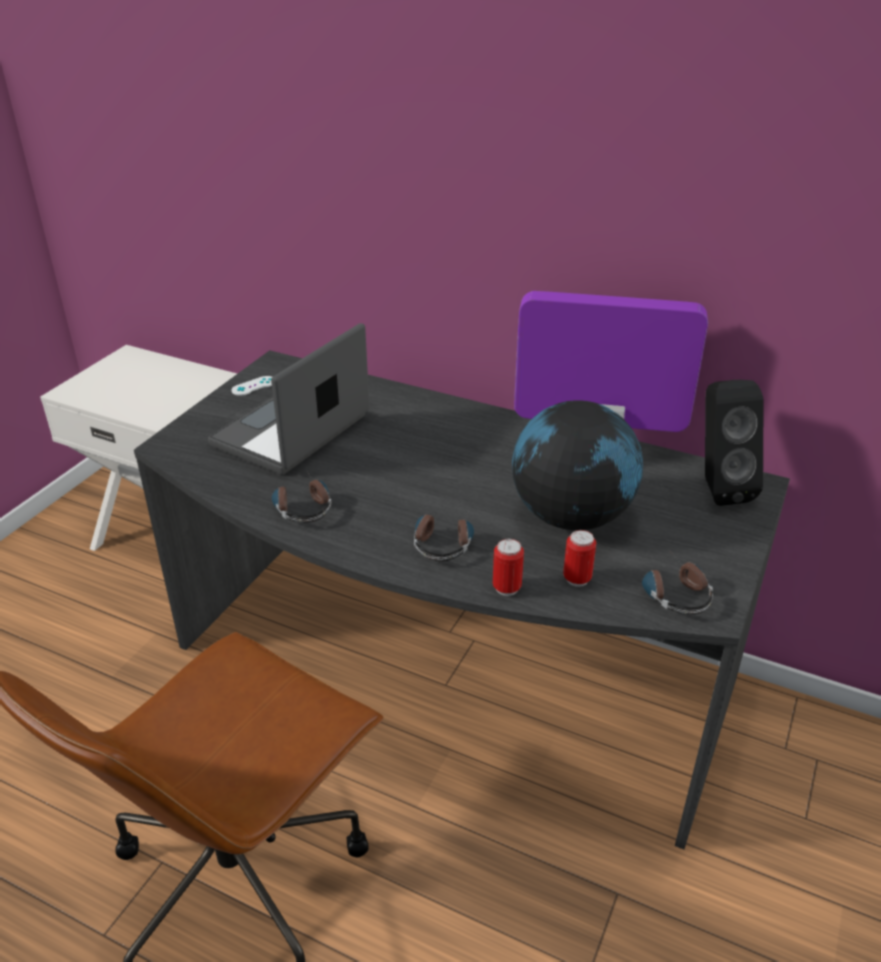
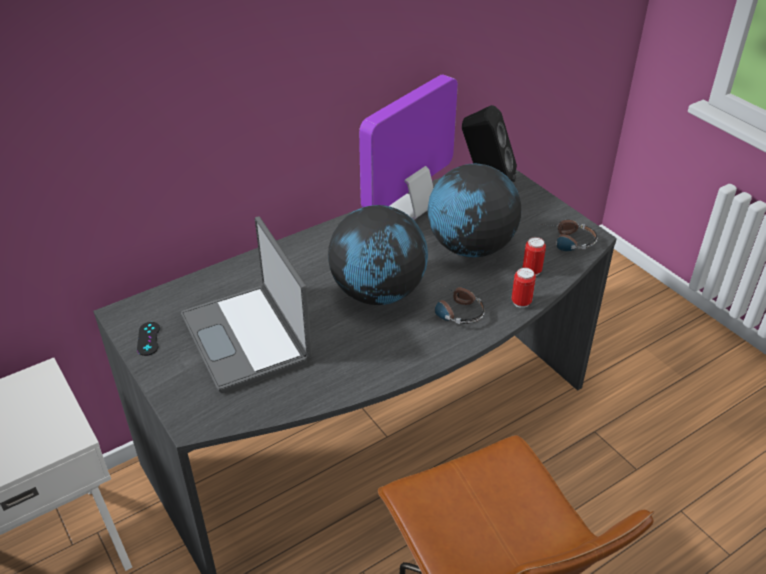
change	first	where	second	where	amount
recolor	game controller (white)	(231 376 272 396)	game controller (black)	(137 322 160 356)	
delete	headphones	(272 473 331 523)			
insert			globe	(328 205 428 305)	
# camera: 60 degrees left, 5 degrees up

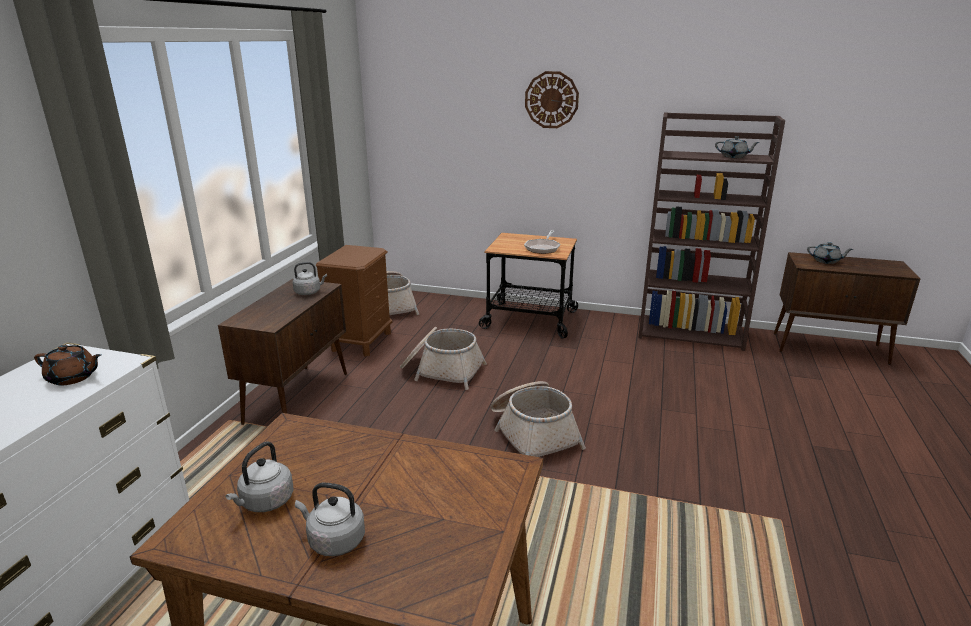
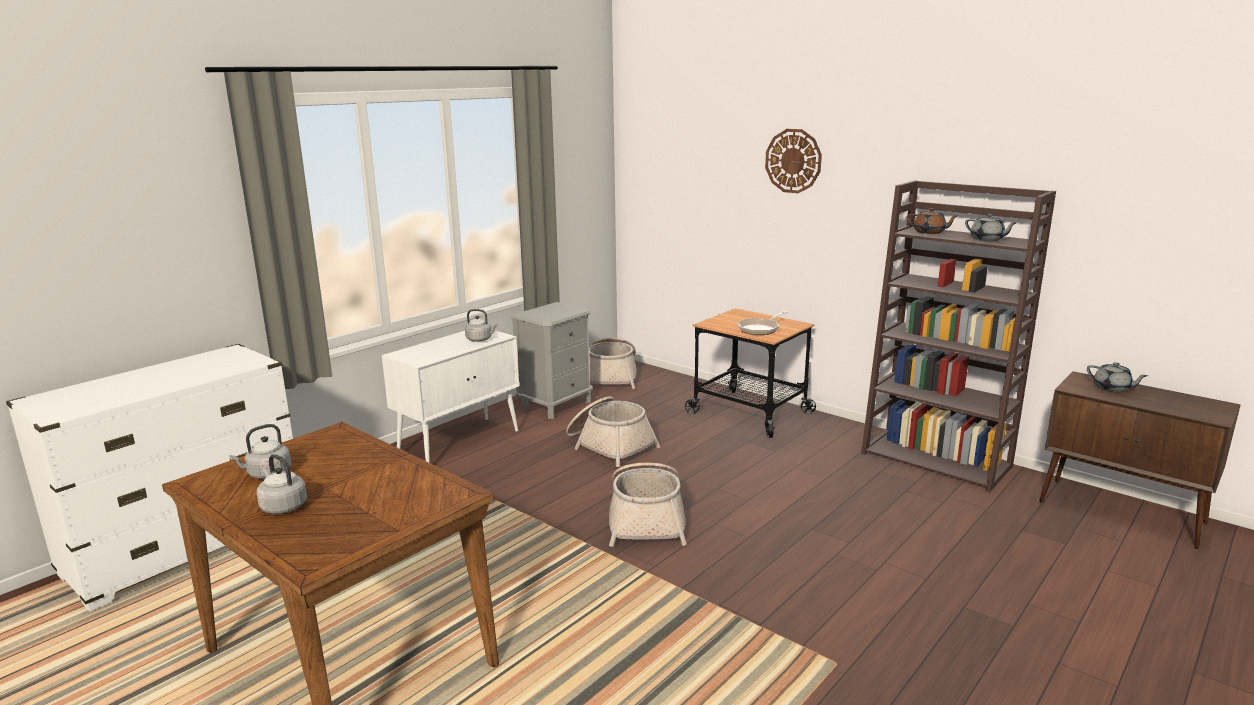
change	first	where	second	where	amount
recolor	nightstand (brown)	(316 245 392 357)	nightstand (grey)	(511 302 593 419)	
recolor	cabinet (brown)	(218 279 347 425)	cabinet (white)	(382 329 519 463)	
move	teapot (brown)	(34 345 101 385)		(907 208 959 234)	
# camera: 25 degrees right, 5 degrees down

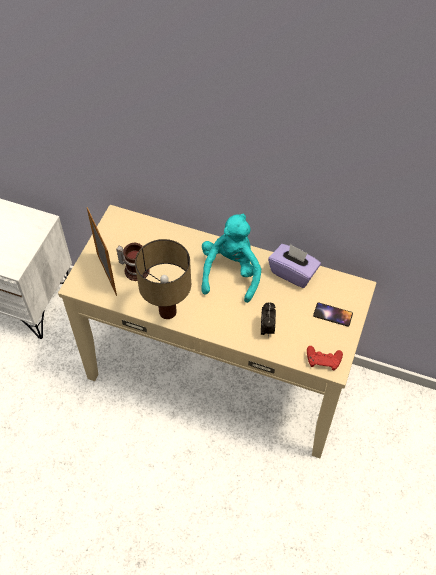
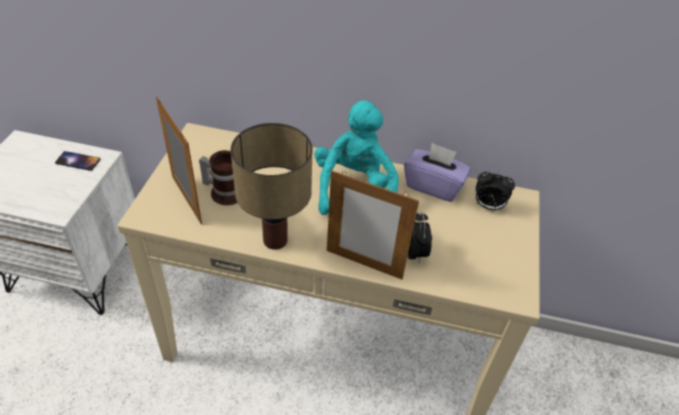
change	first	where	second	where	amount
move	phone	(313 302 353 327)		(55 151 101 171)	
delete	game controller (red)	(307 346 343 370)			
insert			alarm clock	(476 170 515 211)	
insert			picture frame	(327 171 419 279)	
# camera: 10 degrees left, 10 degrees down

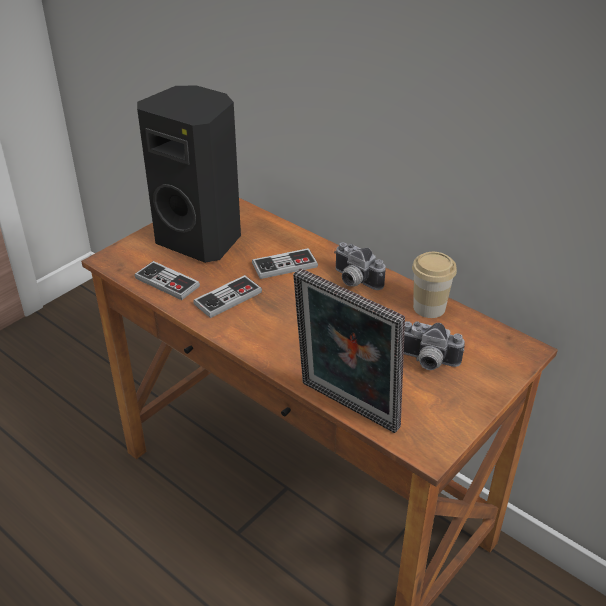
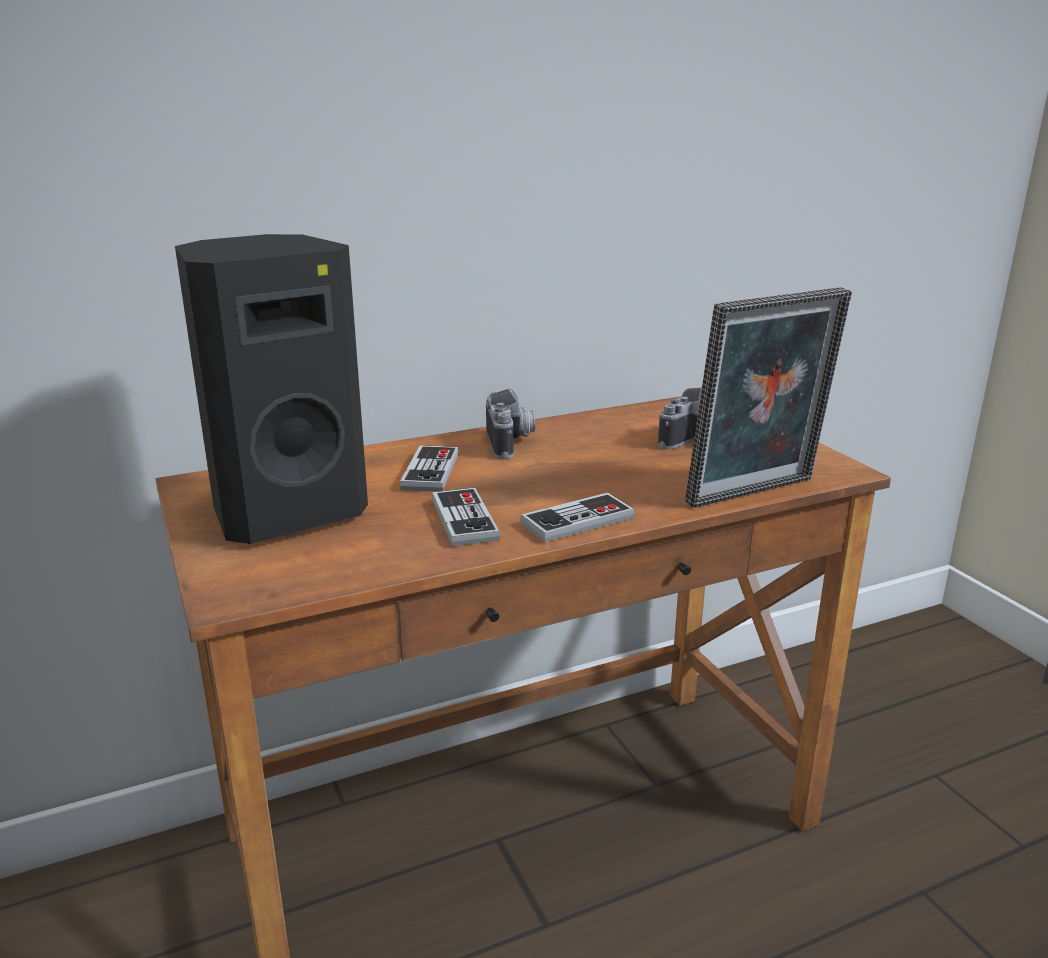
change	first	where	second	where	amount
rotate	photo camera	(334 242 386 290)		(486 388 536 459)	75 degrees counterclockwise
delete	cup	(412 252 457 318)			
move	game controller	(135 261 200 300)		(520 493 635 543)	
# camera: 65 degrees left, 15 degrees down

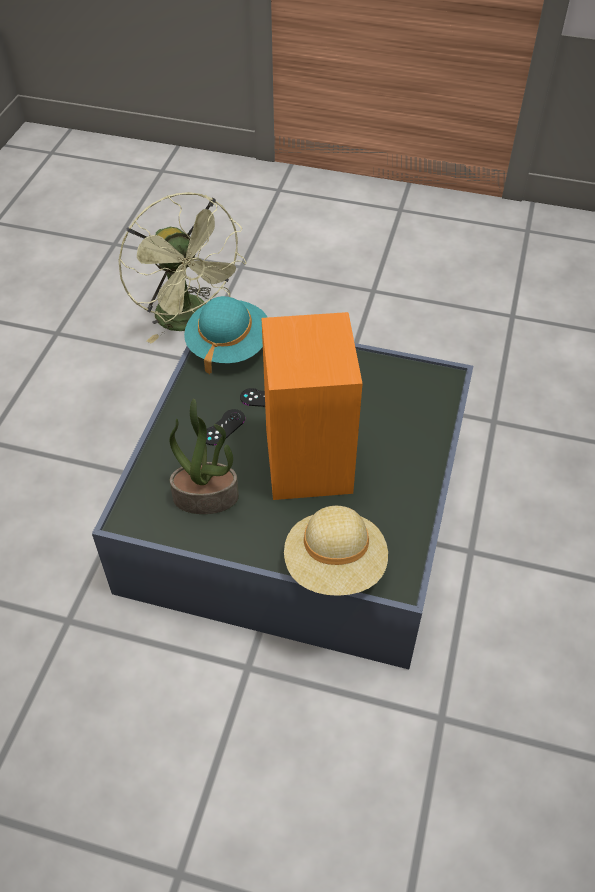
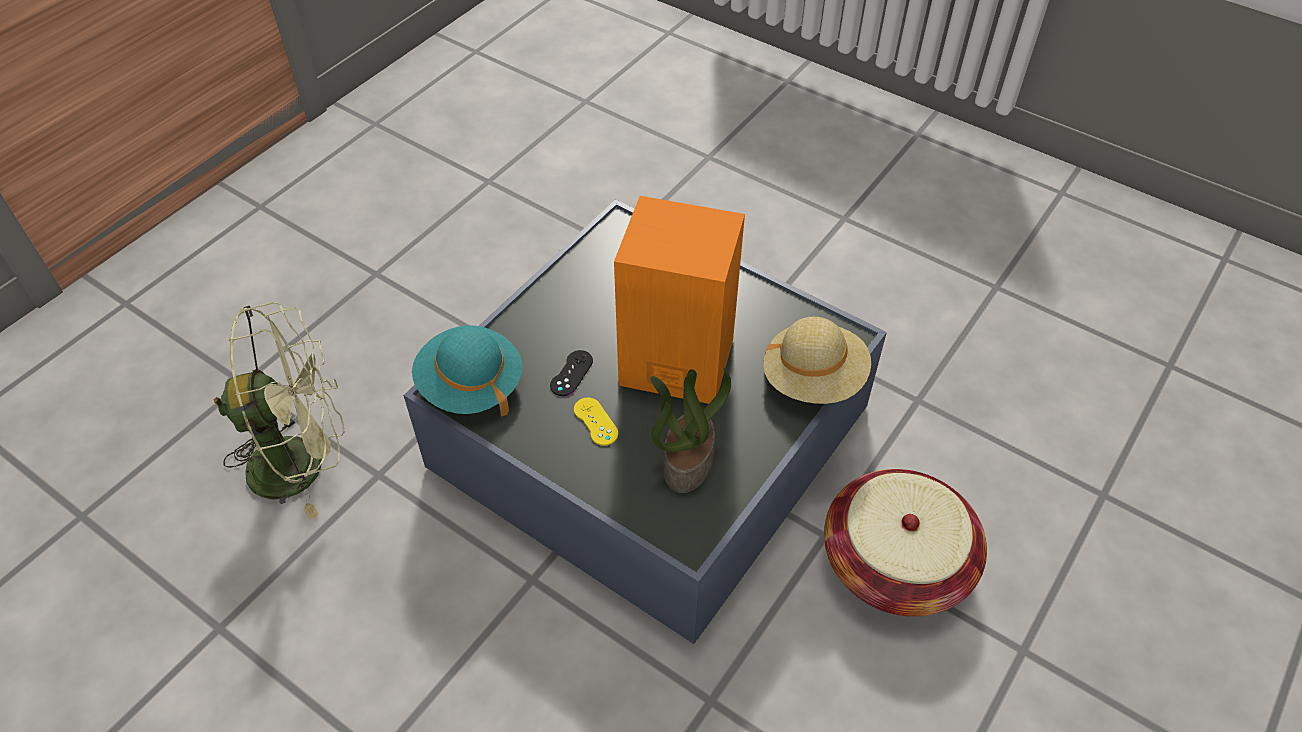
change	first	where	second	where	amount
recolor	game controller (black)	(206 409 245 445)	game controller (yellow)	(574 397 619 446)	
insert			basket	(824 469 987 617)	
# camera: 70 degrees left, 0 degrees up

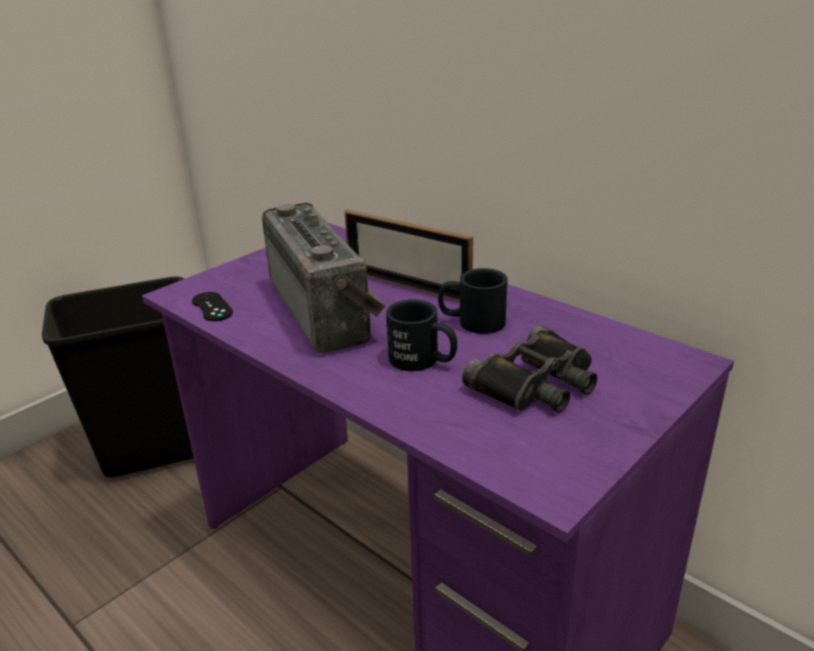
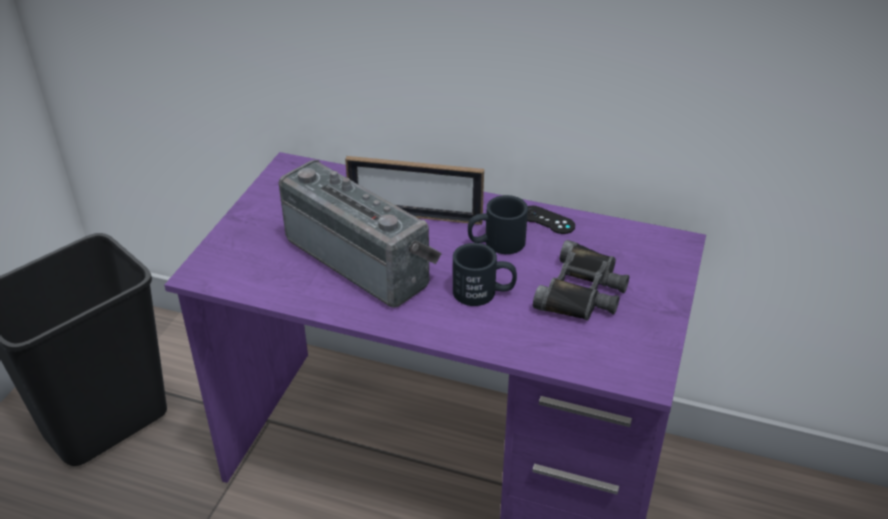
change	first	where	second	where	amount
move	game controller (black)	(192 292 233 321)		(527 206 575 234)	
# camera: 25 degrees left, 10 degrees up

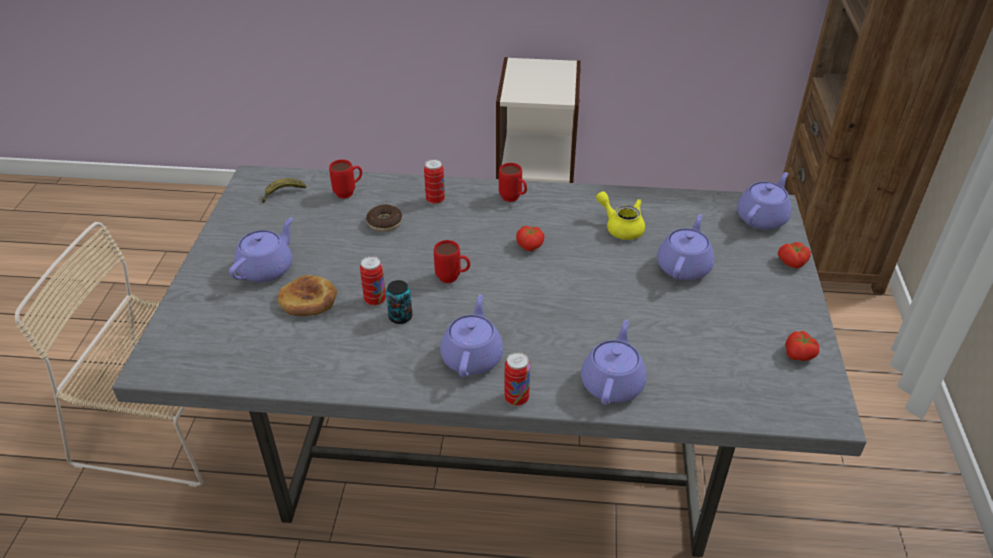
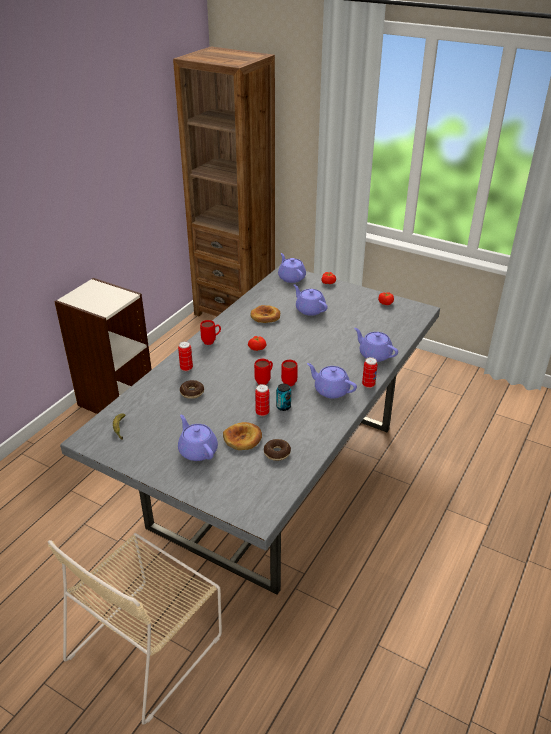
change	first	where	second	where	amount
move	mug (red)	(329 159 362 199)		(281 360 298 386)	
replace	teapot (yellow)	(596 191 645 240)	bread	(250 305 280 323)	
insert			donut	(264 439 291 461)	
# camera: 65 degrees left, 5 degrees down

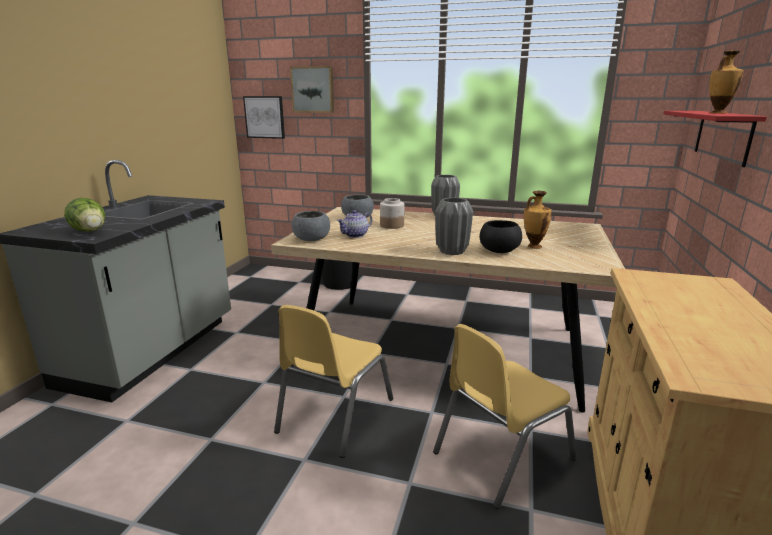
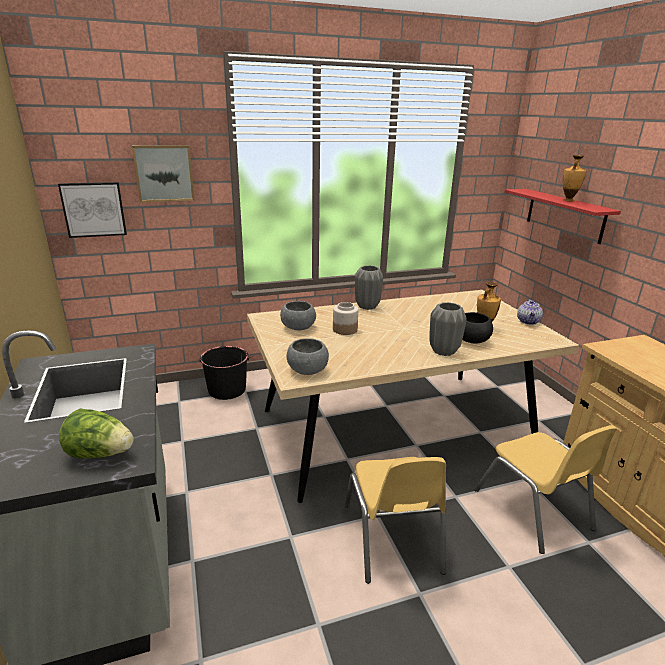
change	first	where	second	where	amount
move	teapot	(337 210 372 238)		(517 299 543 325)	
rotate	chair (yellow)	(433 324 577 509)		(474 425 617 554)	45 degrees counterclockwise
# camera: 35 degrees left, 5 degrees up

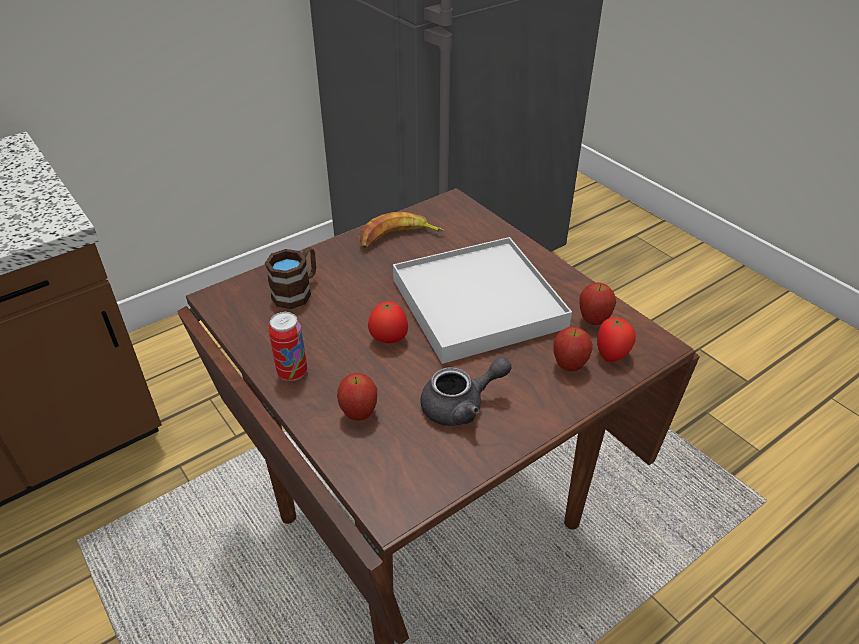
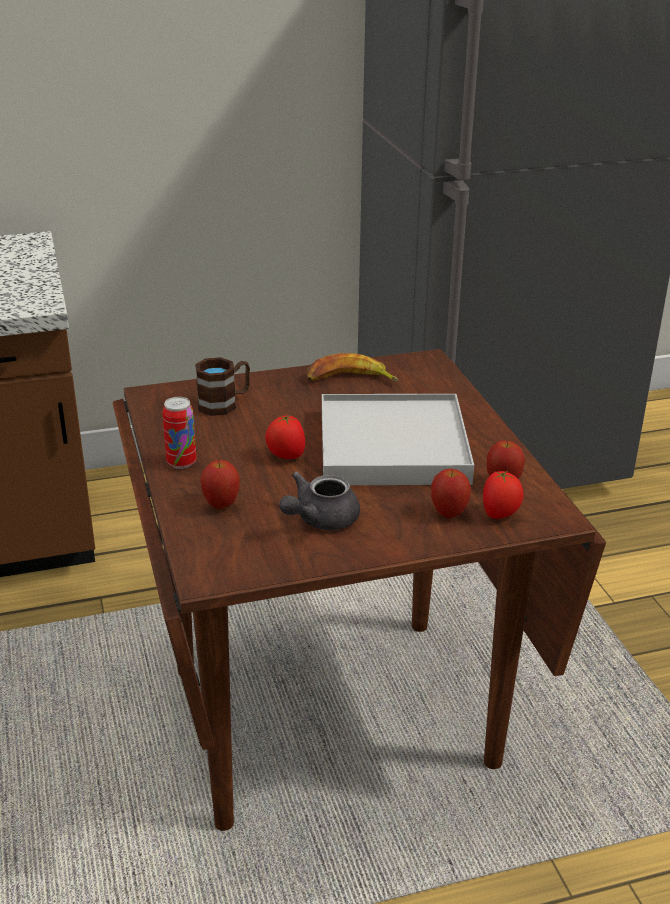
change	first	where	second	where	amount
rotate	teapot (grey)	(421 357 512 426)		(279 472 360 530)	135 degrees clockwise
# camera: 20 degrees right, 10 degrees down

